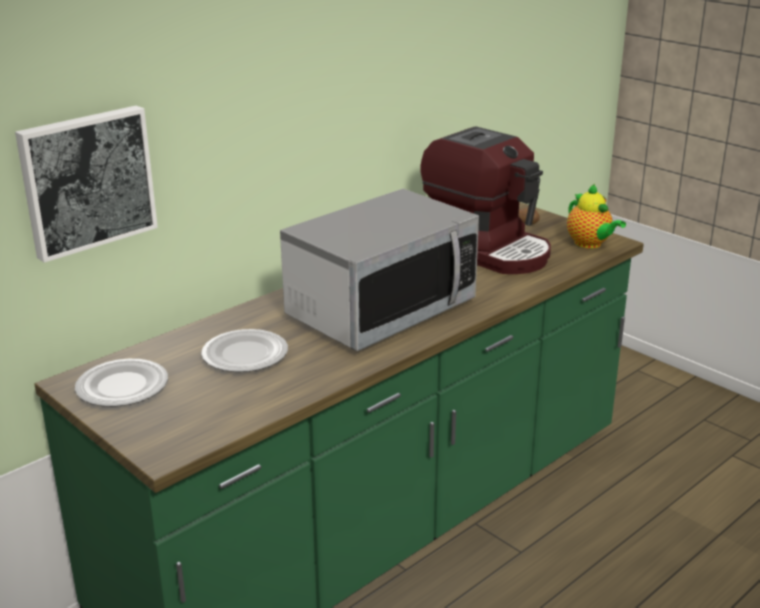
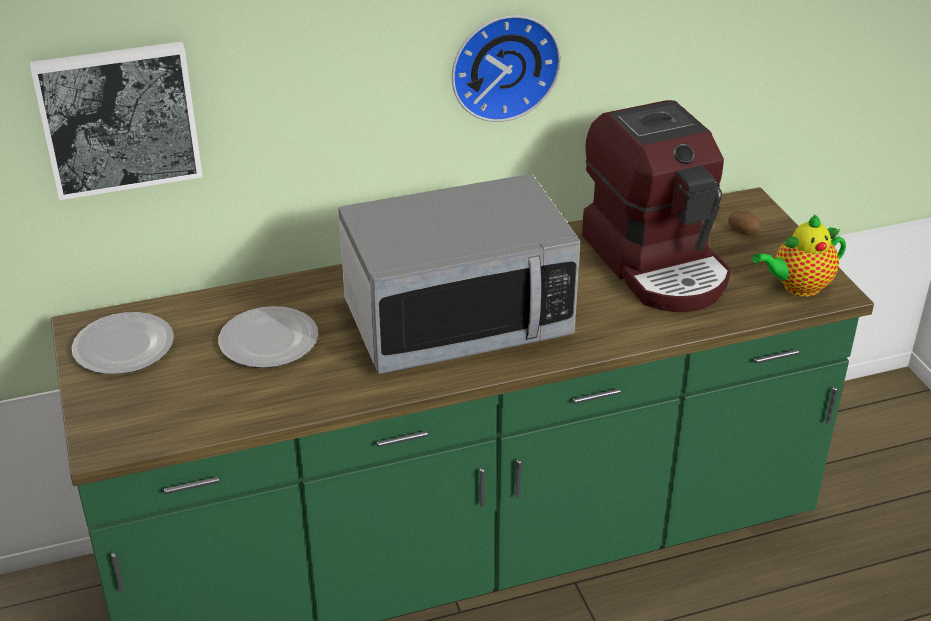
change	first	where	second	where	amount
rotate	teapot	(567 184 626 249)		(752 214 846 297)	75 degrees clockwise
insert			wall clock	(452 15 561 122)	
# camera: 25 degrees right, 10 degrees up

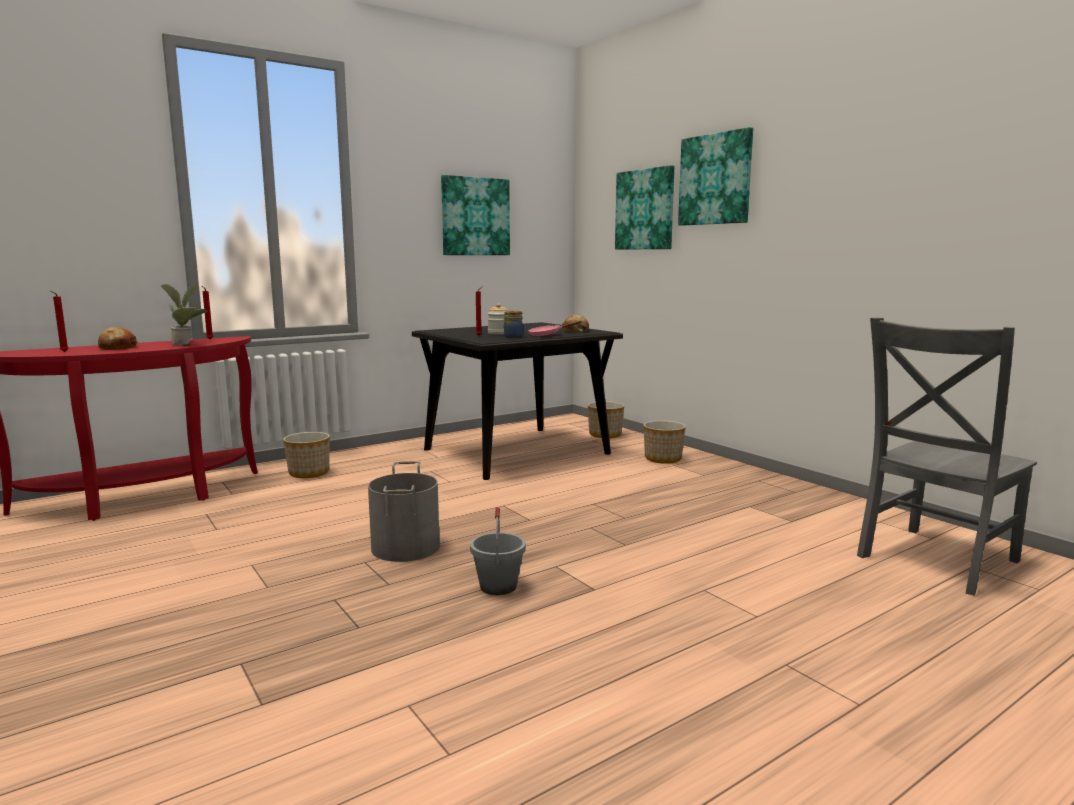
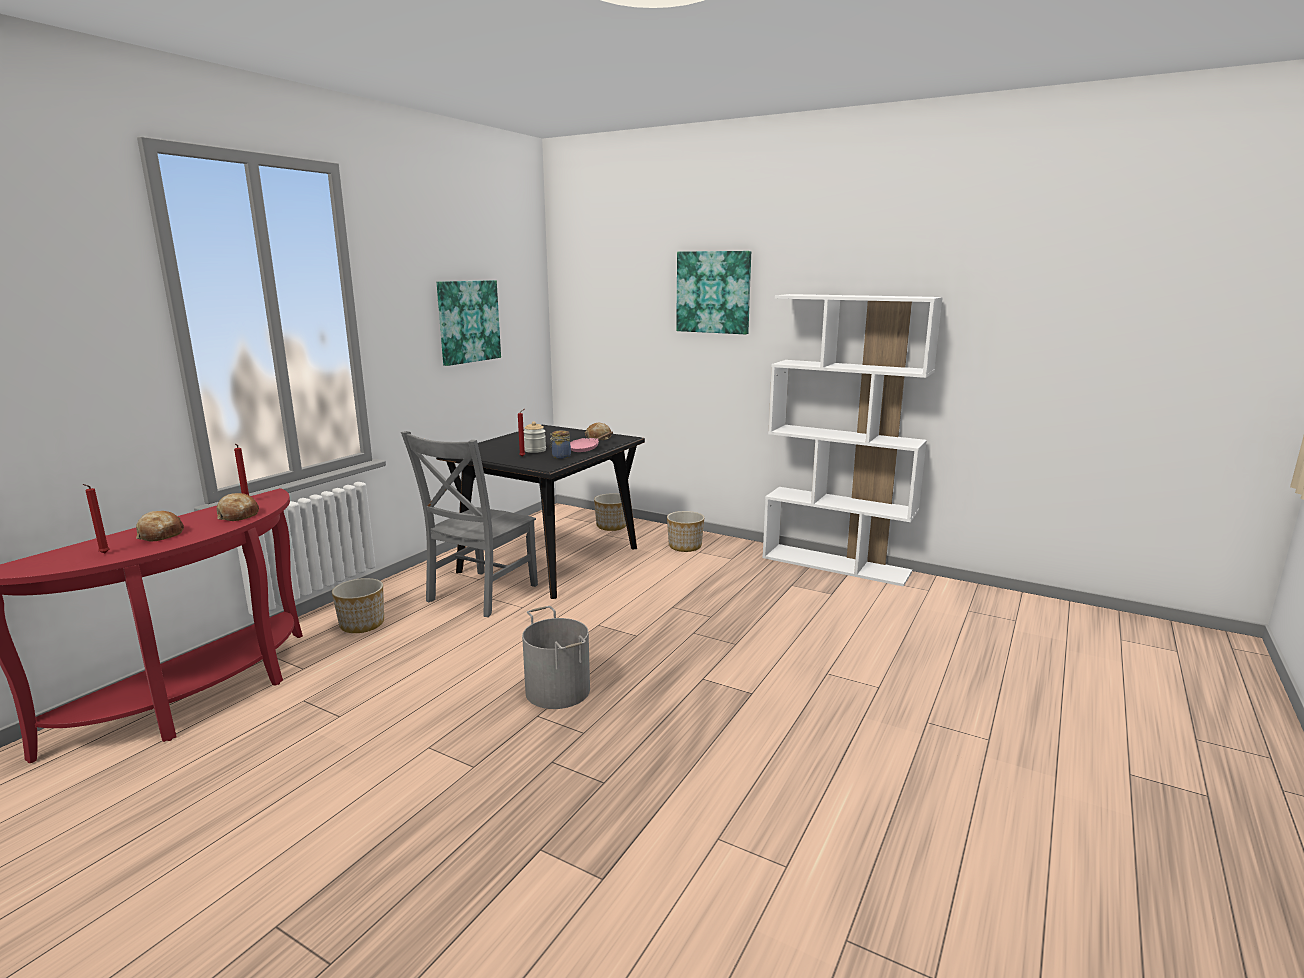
change	first	where	second	where	amount
delete	picture	(615 165 674 250)			
replace	potted plant	(161 284 208 346)	bread	(217 493 259 521)	
move	chair (grey)	(857 317 1037 596)		(401 431 538 617)	
delete	bucket (grey)	(470 507 526 595)			
insert			bookcase (white)	(763 294 943 587)	
# camera: 25 degrees left, 5 degrees up

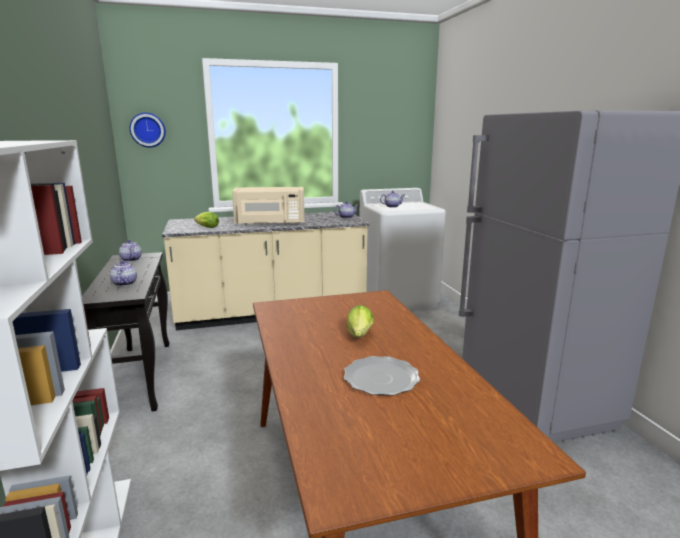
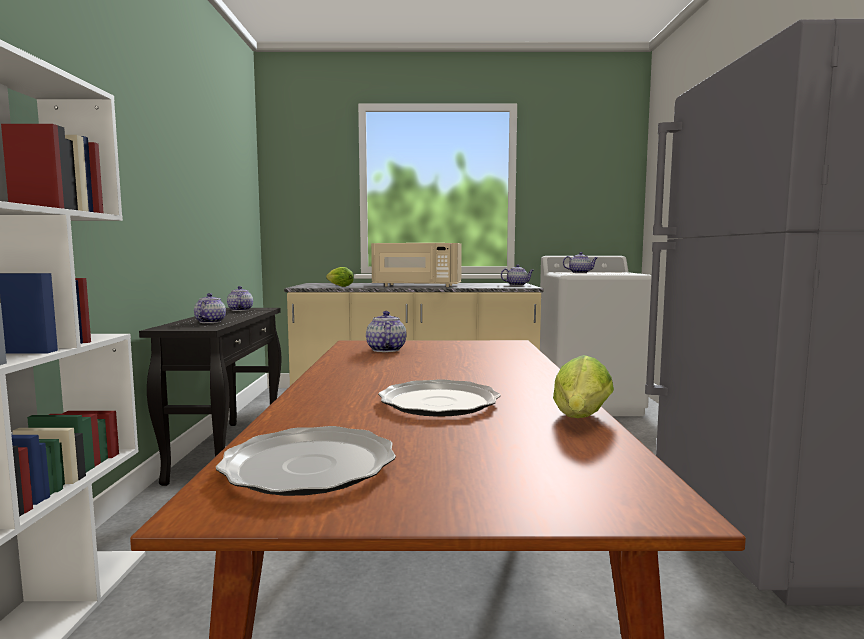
change	first	where	second	where	amount
delete	wall clock	(130 112 166 148)			
move	lettuce	(346 305 374 337)		(553 355 614 418)	
insert			teapot	(366 311 407 352)	
insert			plate	(216 426 396 496)	
# camera: 15 degrees right, 10 degrees down

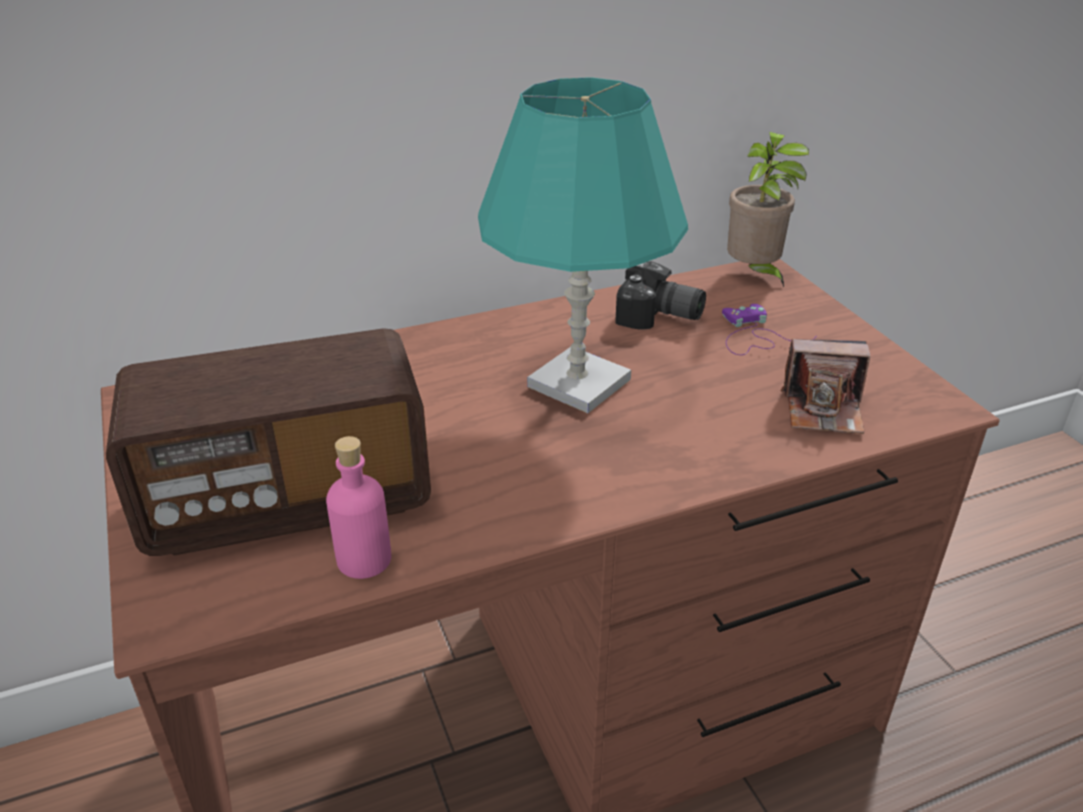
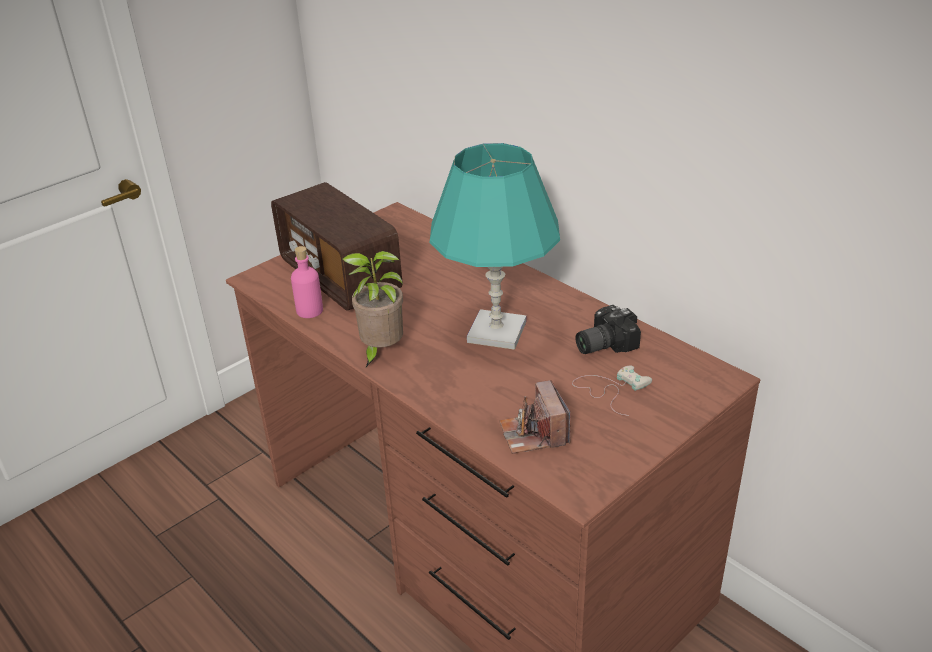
change	first	where	second	where	amount
move	potted plant	(727 132 809 287)		(342 251 403 367)	
rotate	photo camera	(615 261 706 330)		(576 305 641 354)	60 degrees clockwise
recolor	game controller (purple)	(722 304 817 355)	game controller (white)	(572 365 652 416)	
# camera: 70 degrees right, 0 degrees up

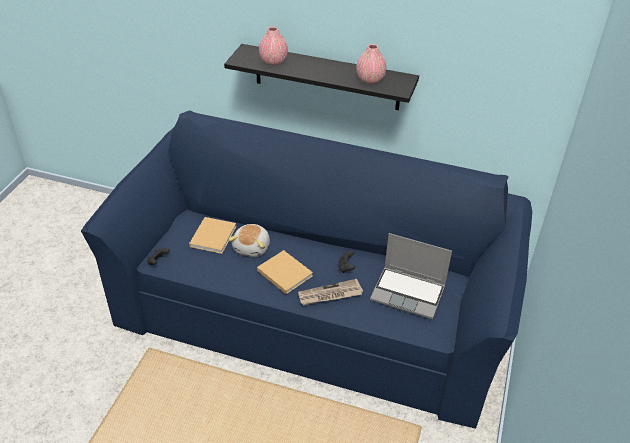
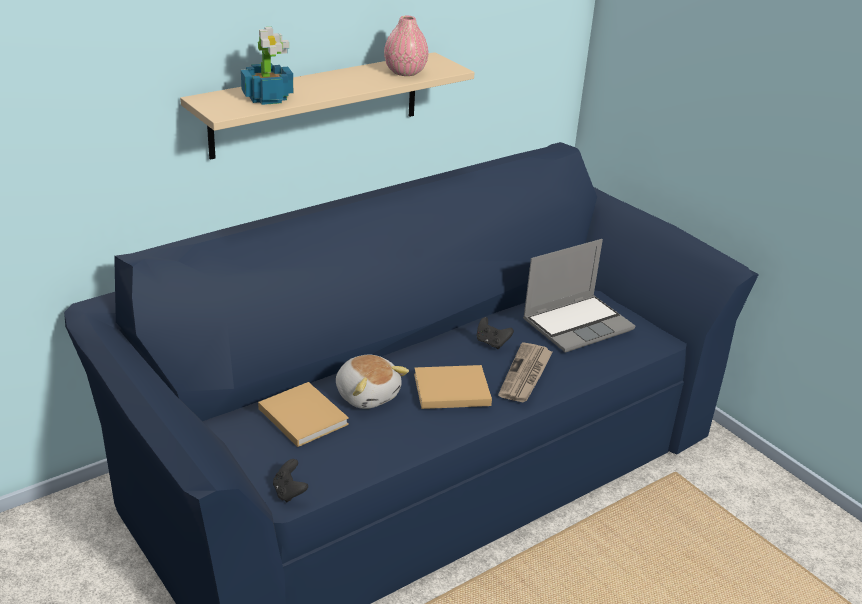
change	first	where	second	where	amount
replace	vase (pink)	(259 27 288 66)	potted plant	(241 27 293 105)	
recolor	shelf (black)	(224 44 419 110)	shelf (beige)	(180 52 475 160)	
# camera: 55 degrees left, 10 degrees down

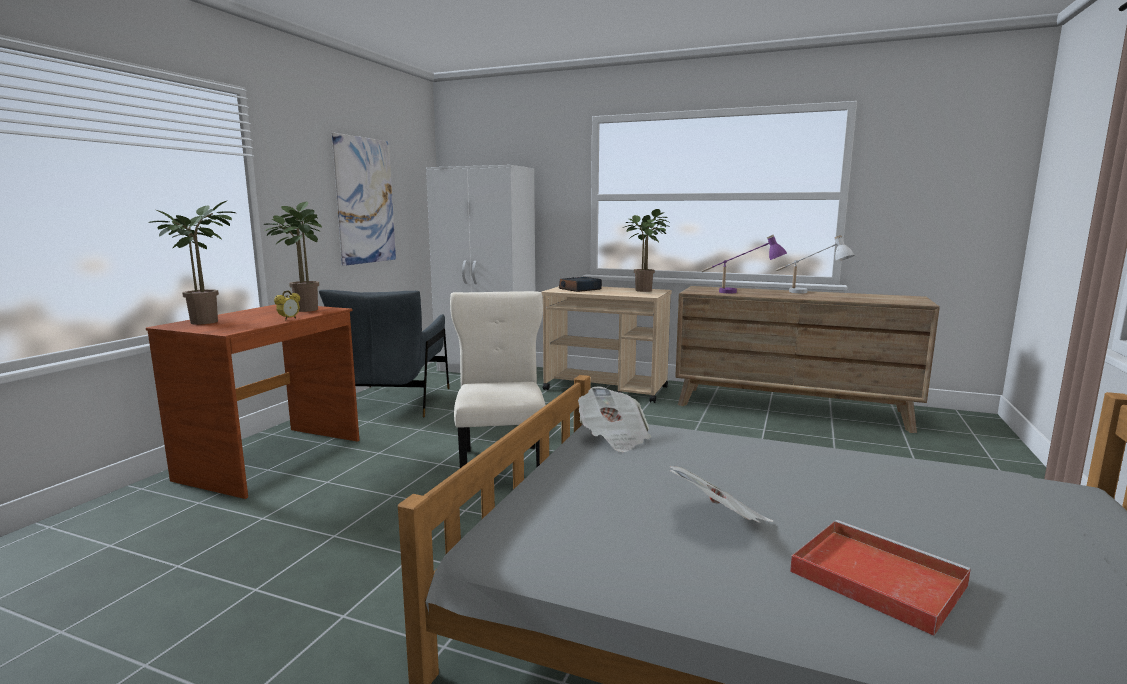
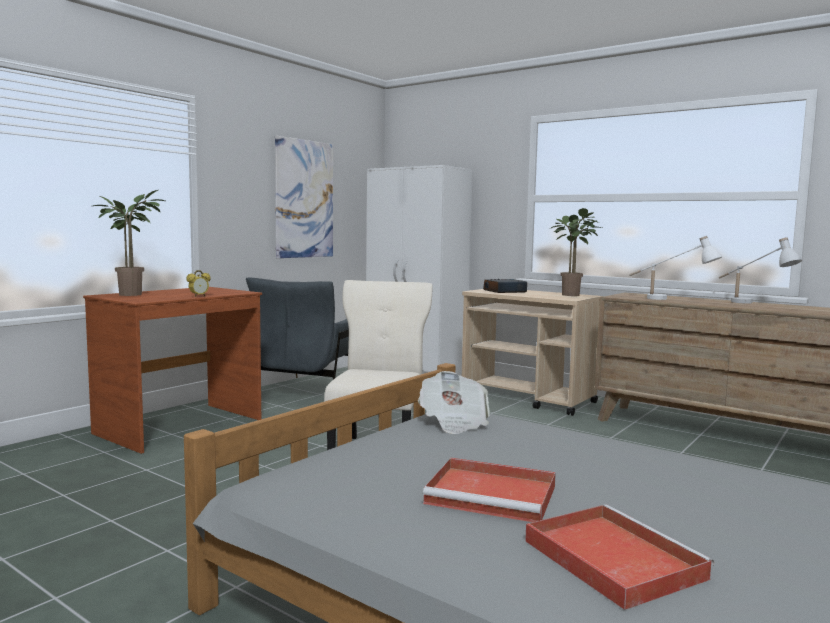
change	first	where	second	where	amount
delete	potted plant	(264 202 322 312)			
recolor	table lamp (purple)	(702 235 787 293)	table lamp (white)	(629 236 722 300)	
replace	newspaper	(669 466 774 523)	tray (red)	(423 458 556 522)	
# camera: 15 degrees right, 5 degrees down

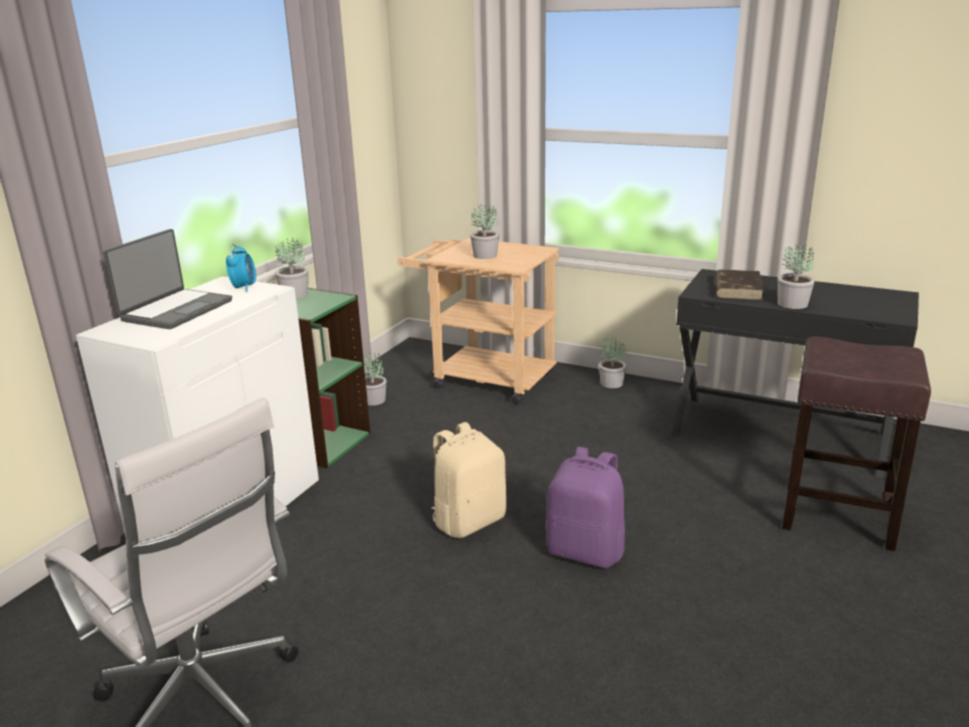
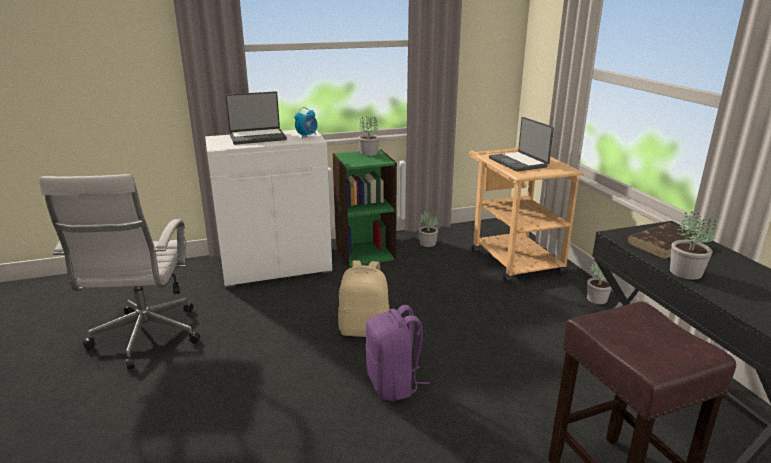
change	first	where	second	where	amount
replace	potted plant	(470 204 499 259)	laptop	(489 117 554 172)	
# camera: 45 degrees right, 0 degrees up

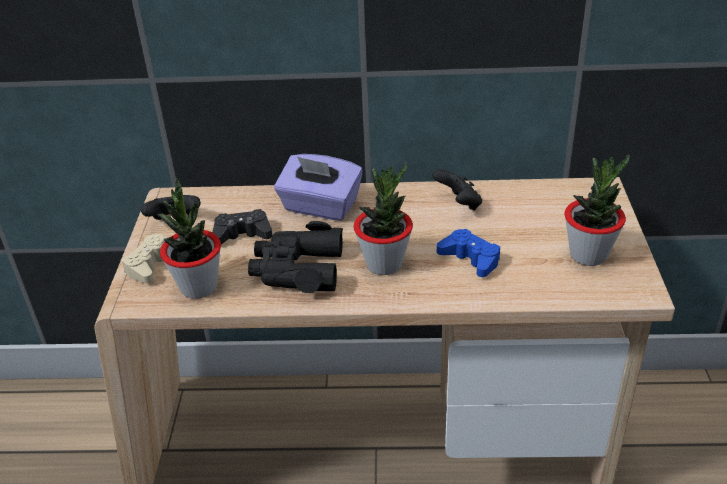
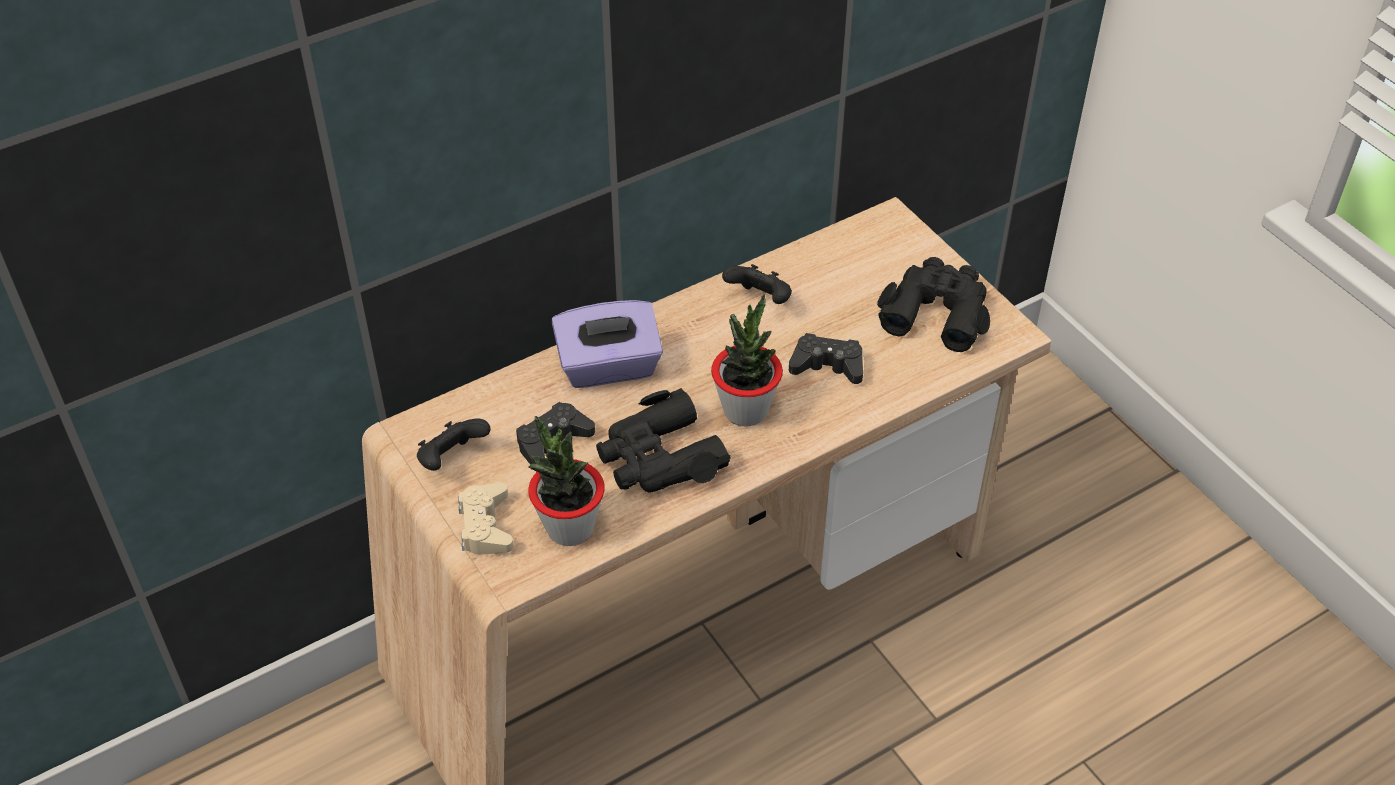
change	first	where	second	where	amount
replace	potted plant	(565 155 630 266)	binoculars (black)	(877 257 990 352)	
recolor	game controller (blue)	(437 229 500 277)	game controller (black)	(789 333 863 384)	
# camera: 35 degrees left, 10 degrees up

